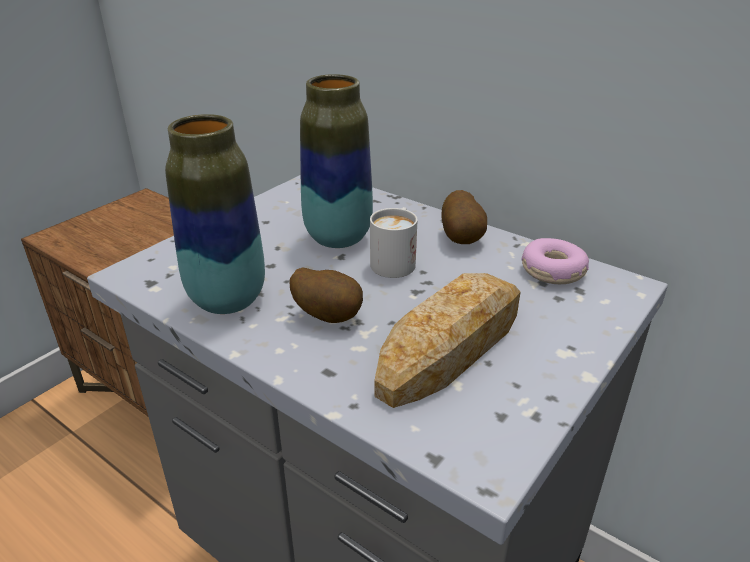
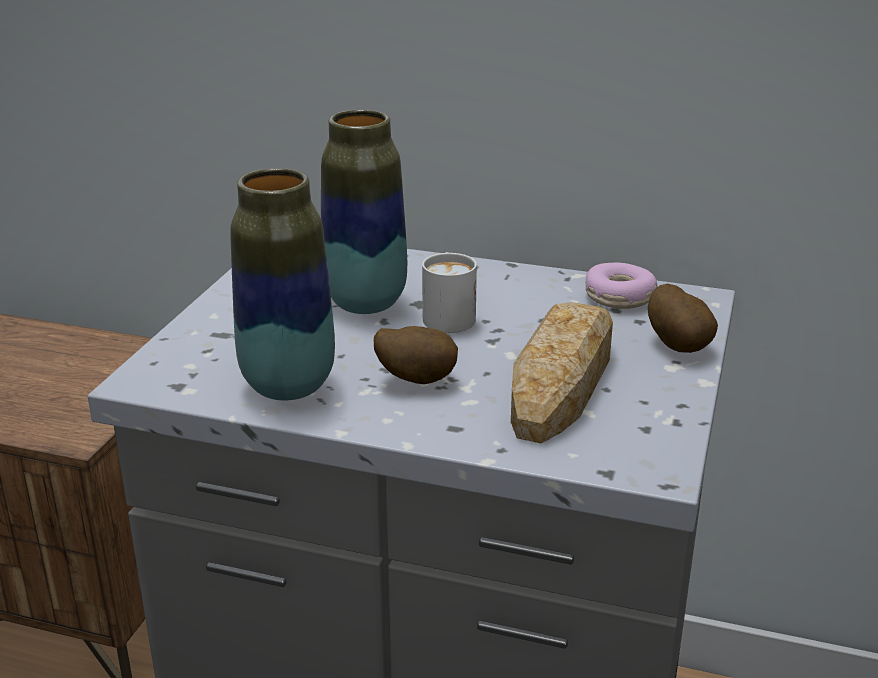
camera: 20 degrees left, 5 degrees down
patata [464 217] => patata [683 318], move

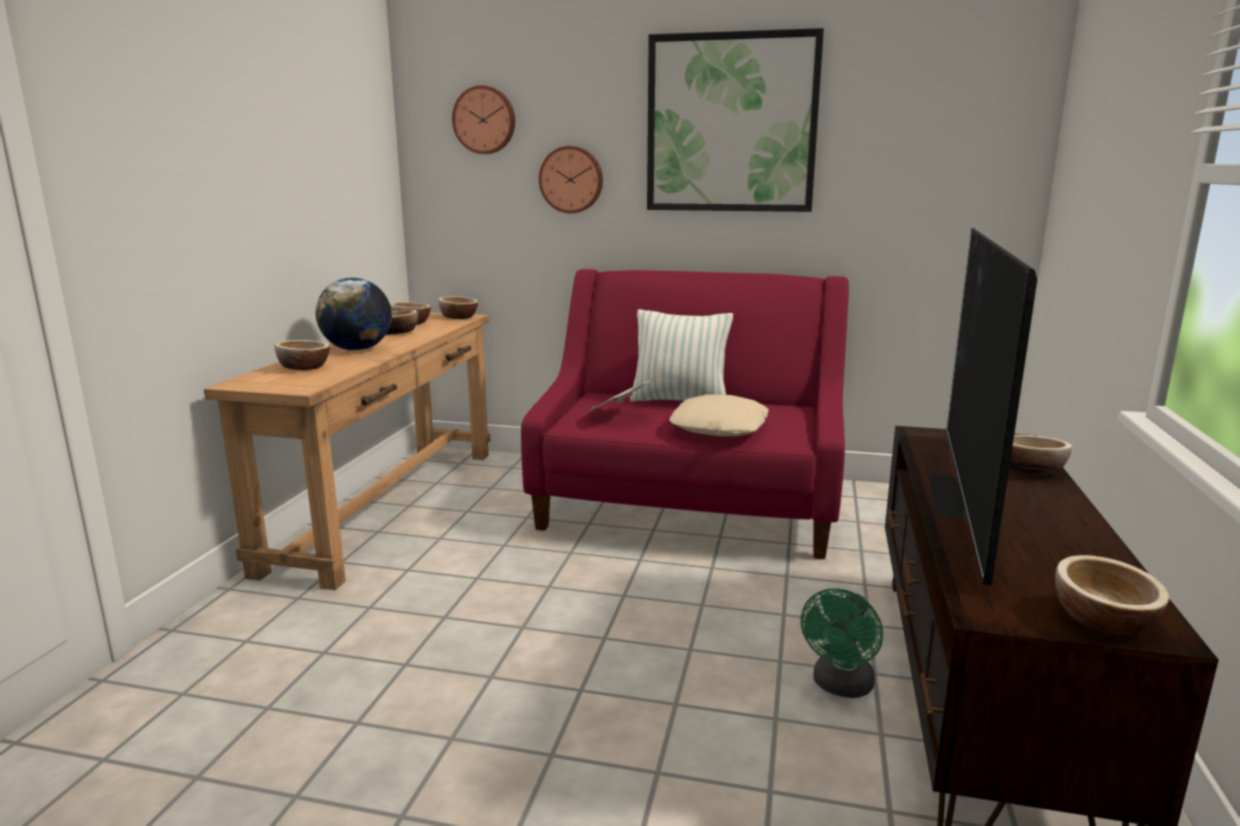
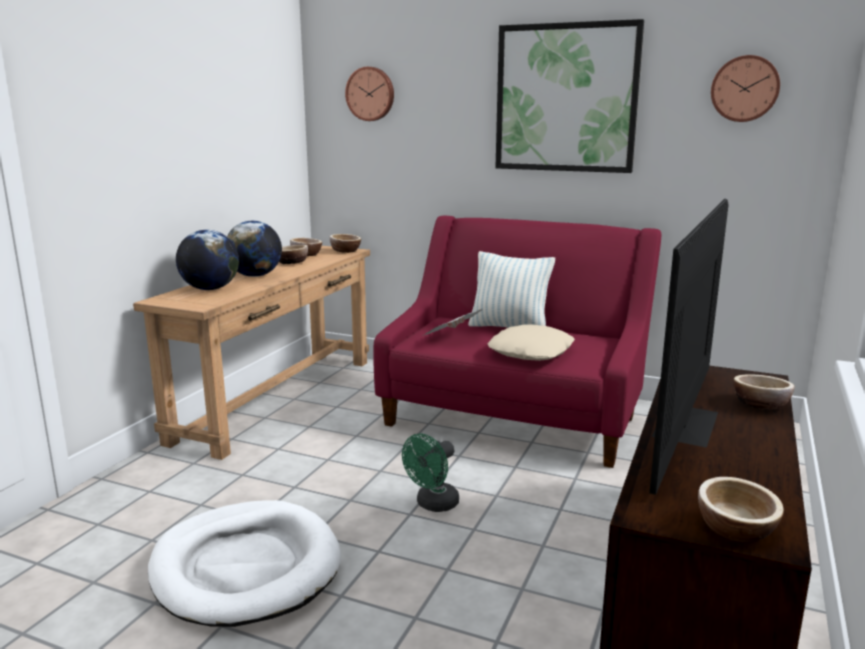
camera: 10 degrees right, 0 degrees up
nothing => cama para perro [blanco] [244 563]
cuenco [302 355] => globo terráqueo [207 260]
ventilador [verde] [842 643] => ventilador [verde] [430 473], move
reloj de pared [571 179] => reloj de pared [745 88], move

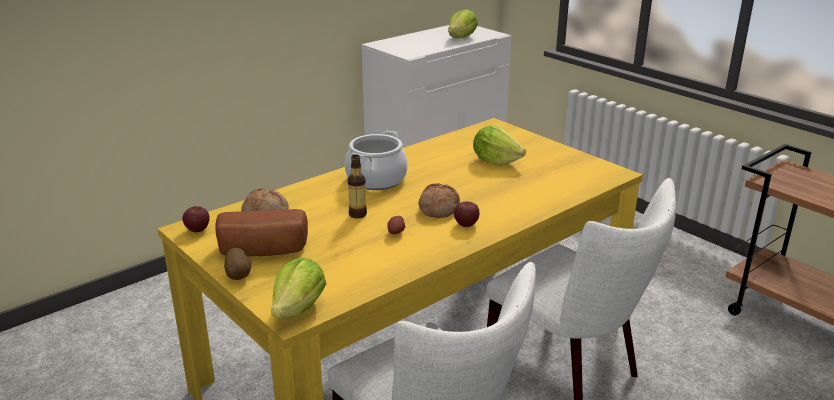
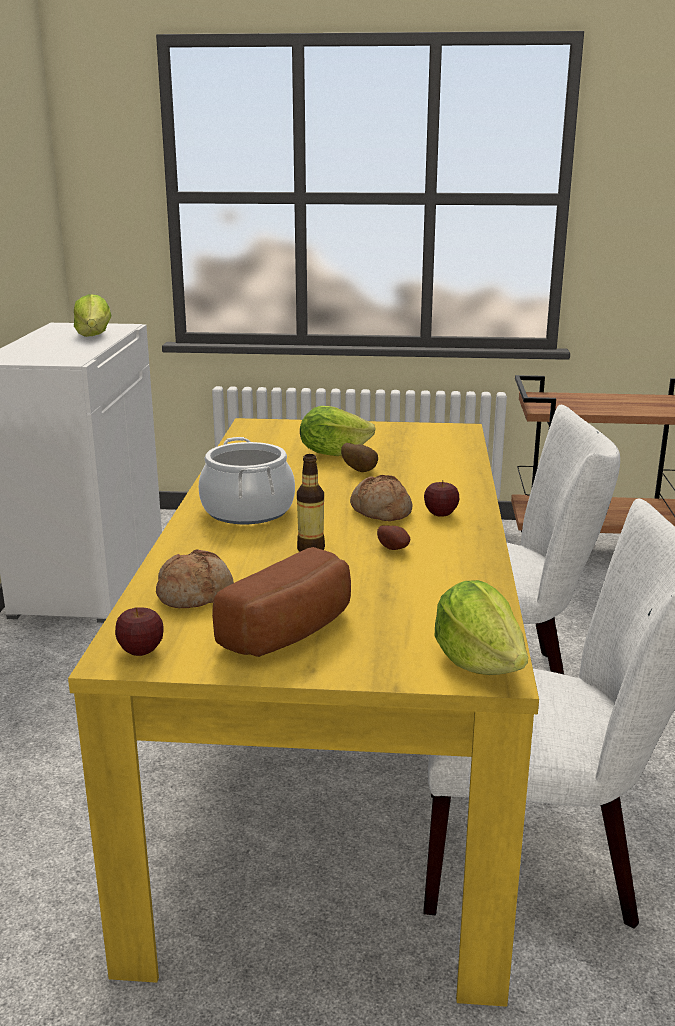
camera: 45 degrees left, 5 degrees down
patata [237 263] => patata [359 457], move

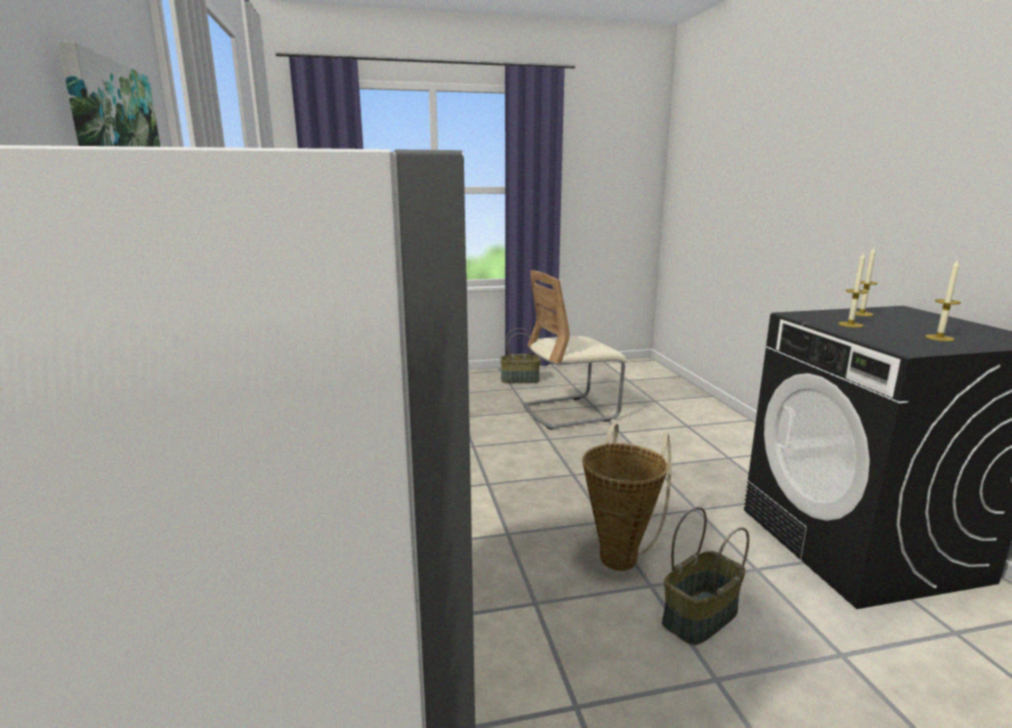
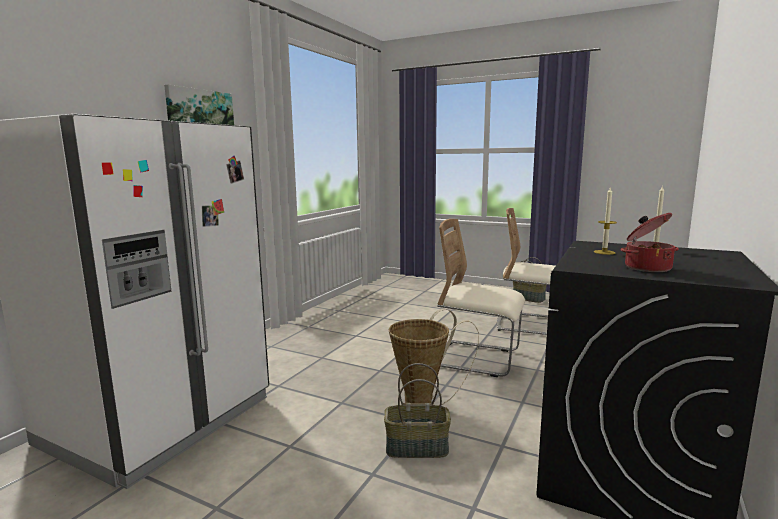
camera: 40 degrees right, 5 degrees down
nothing => silla [beis] [481 298]
vela [943 300] => olla [650 242]

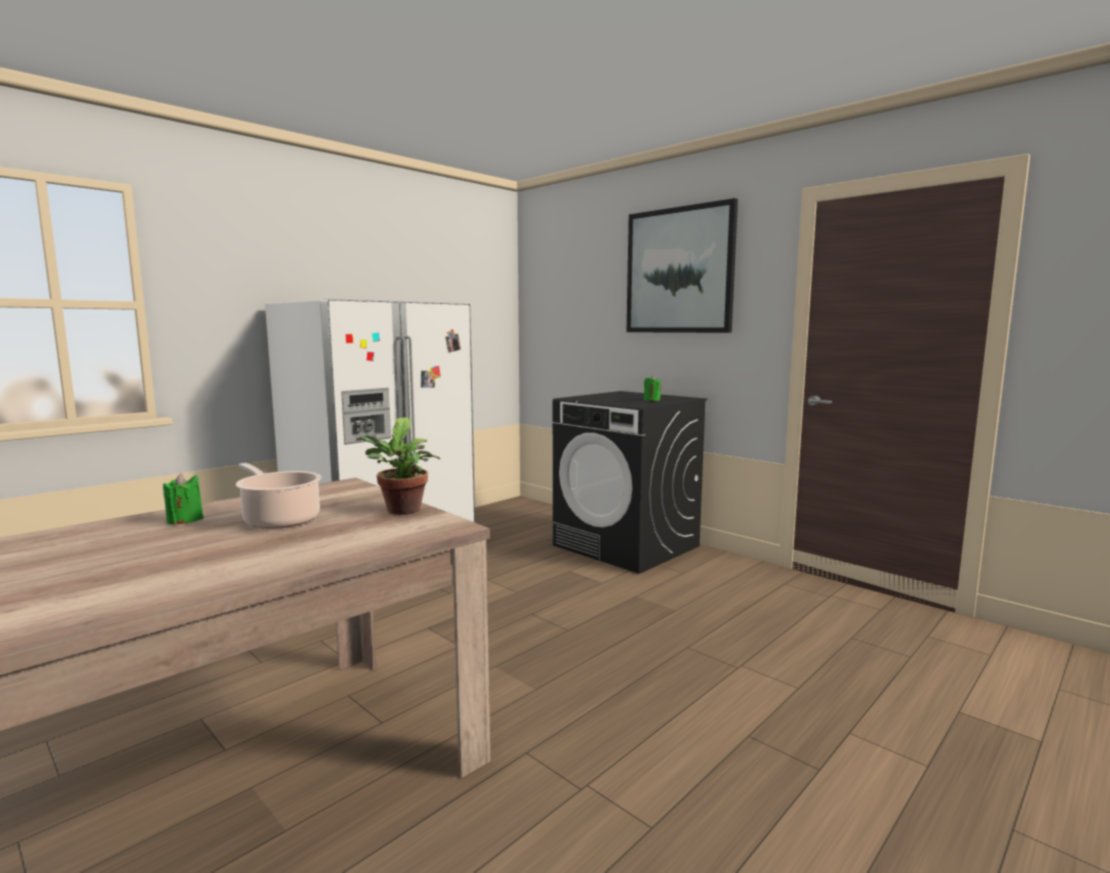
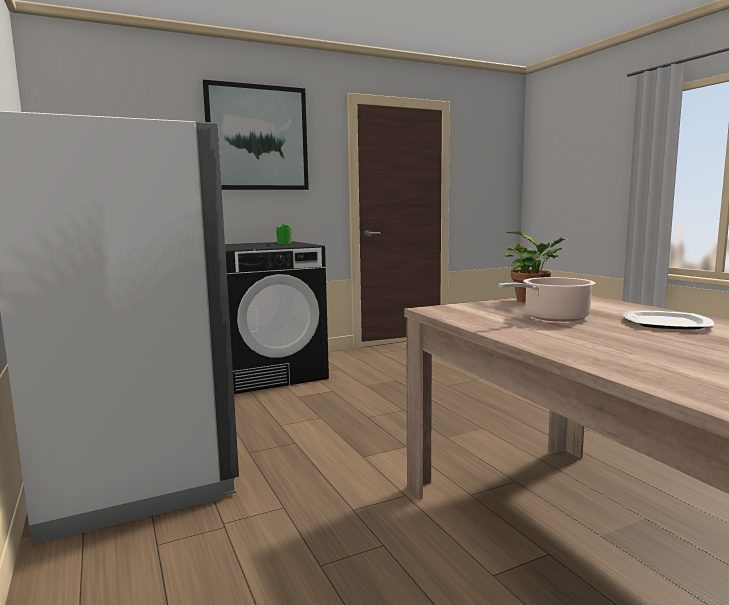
camera: 70 degrees left, 0 degrees up
nothing => plato [668 320]
vela [verde] [183 499] => nothing

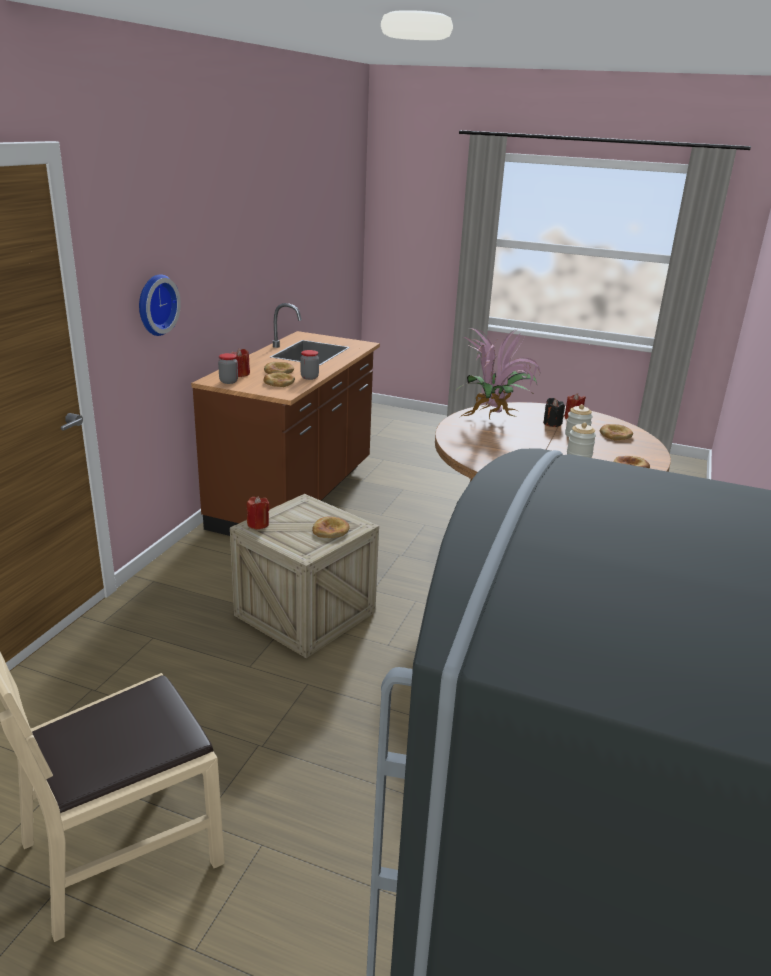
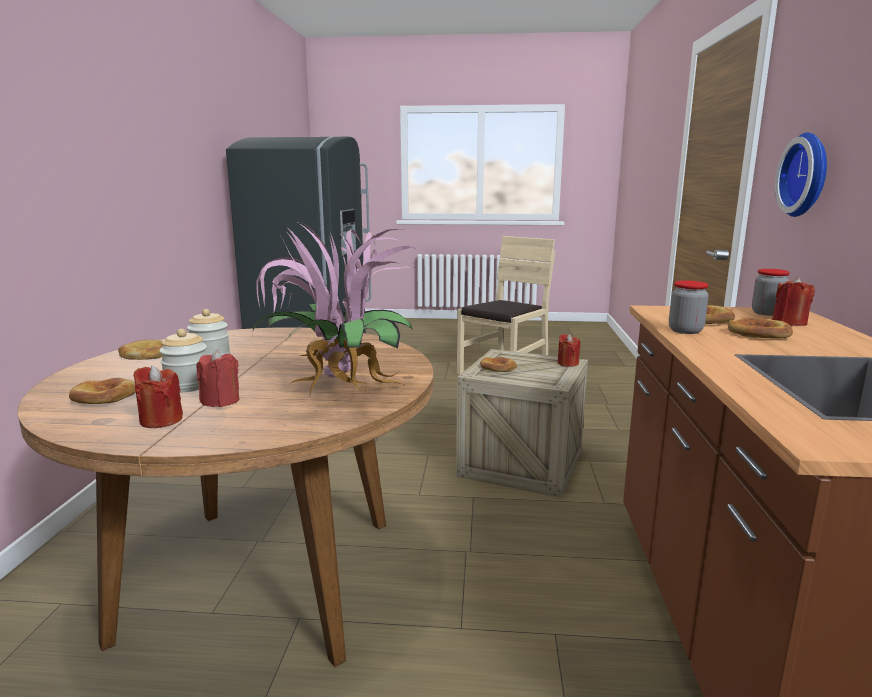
camera: 165 degrees right, 10 degrees down
vela [negro] [554 412] => vela [rojo] [217 378]

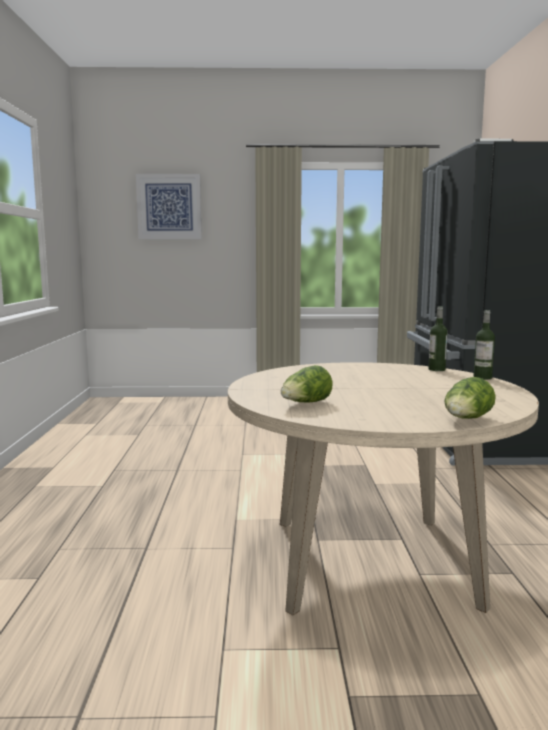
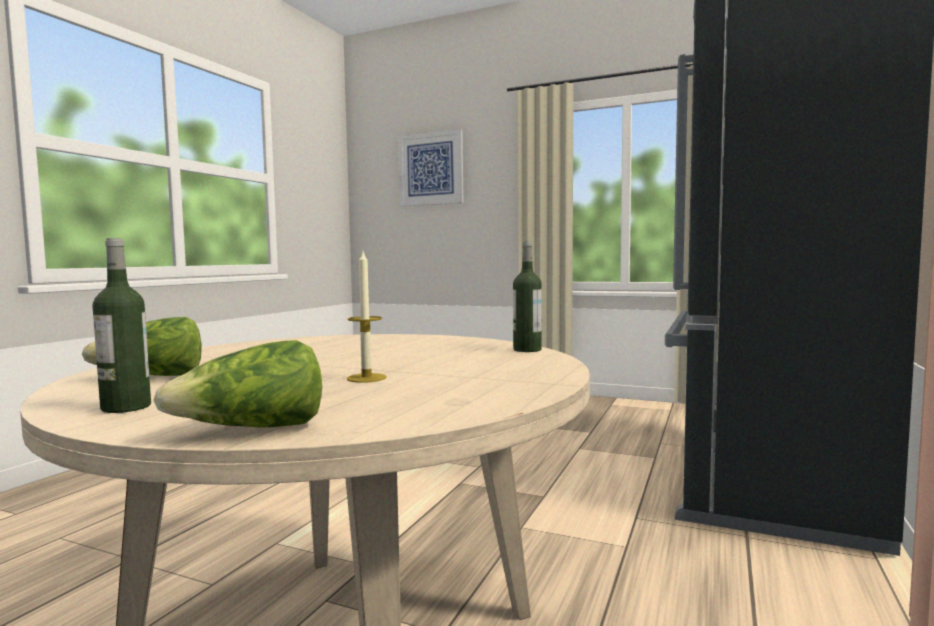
camera: 25 degrees right, 5 degrees down
botella [484 345] => botella [122 325], move
nothing => vela [367 317]

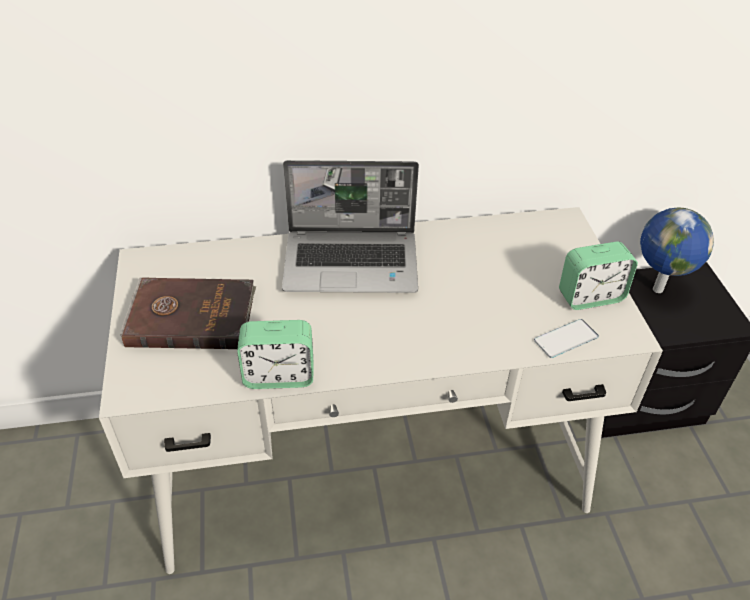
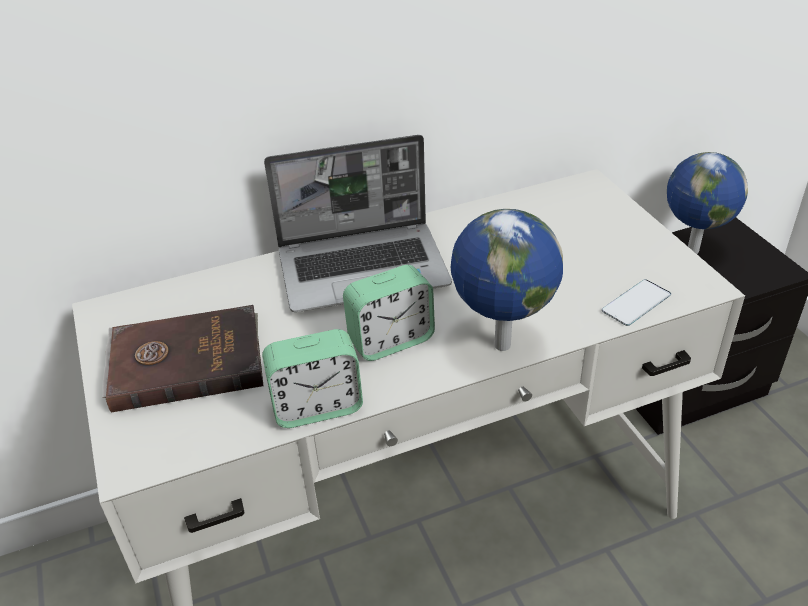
camera: 10 degrees left, 5 degrees down
despertador [598 275] => despertador [389 313], move
nothing => globo terráqueo [507 280]

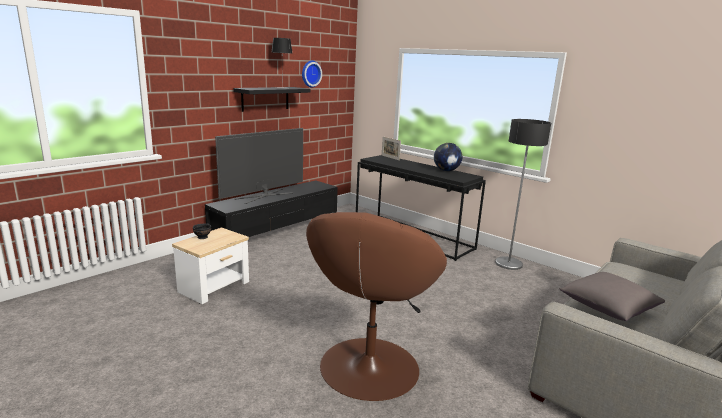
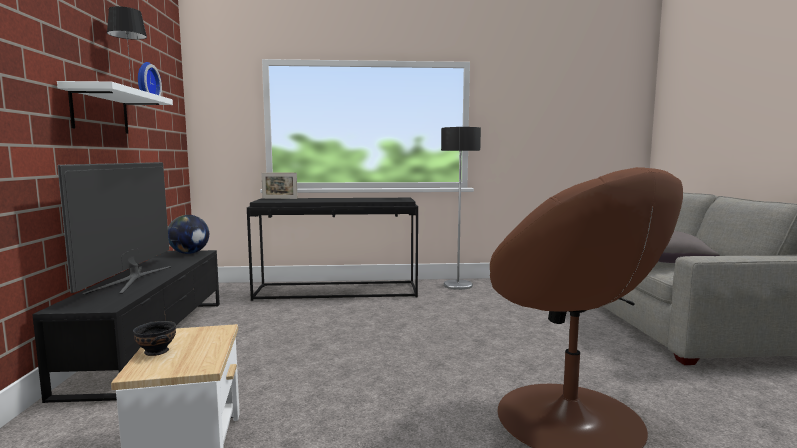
camera: 45 degrees left, 10 degrees down
estante [negro] [271 99] => estante [blanco] [115 107]
globo terráqueo [448 157] => globo terráqueo [188 234], move

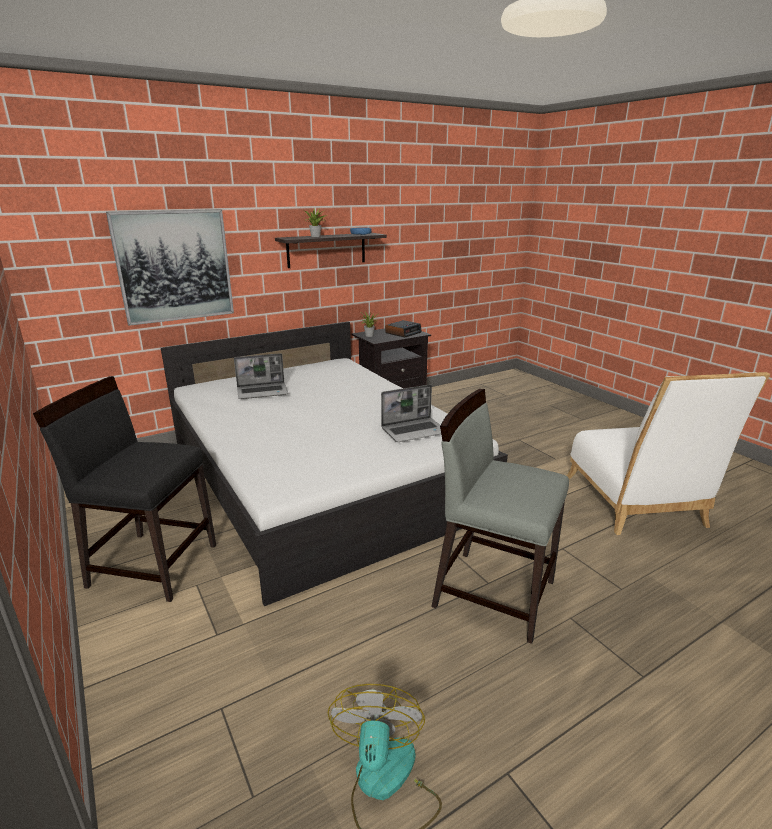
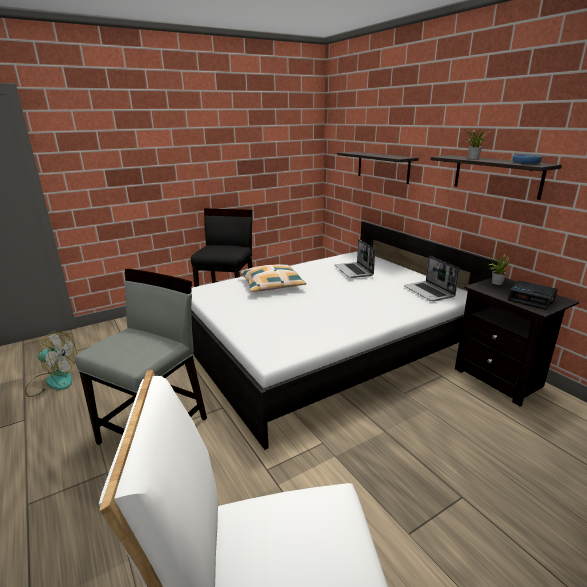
camera: 90 degrees right, 0 degrees up
nothing => cojín [273 278]
cuadro [170 267] => estante [378 167]
portátil [411 413] => portátil [432 278], move

